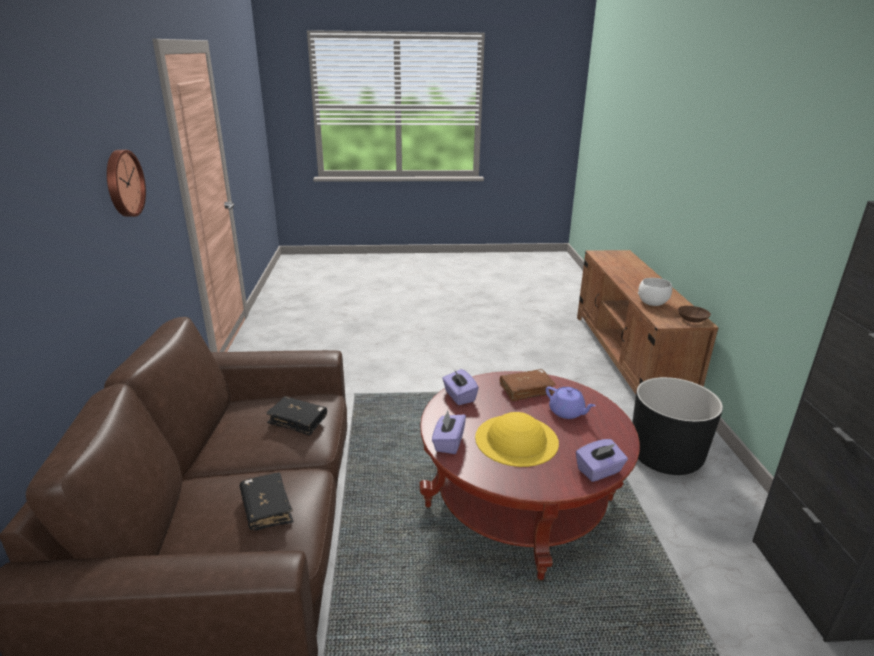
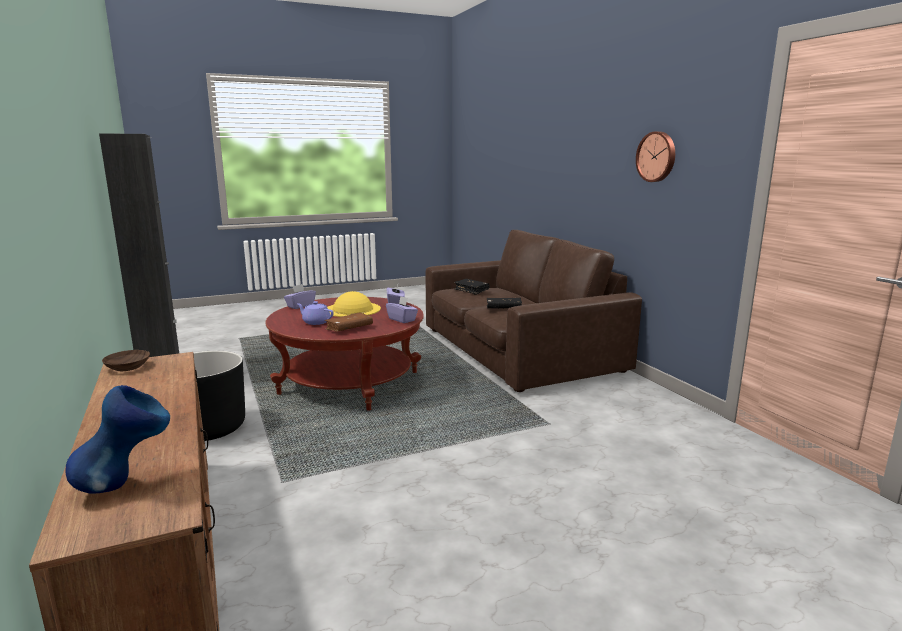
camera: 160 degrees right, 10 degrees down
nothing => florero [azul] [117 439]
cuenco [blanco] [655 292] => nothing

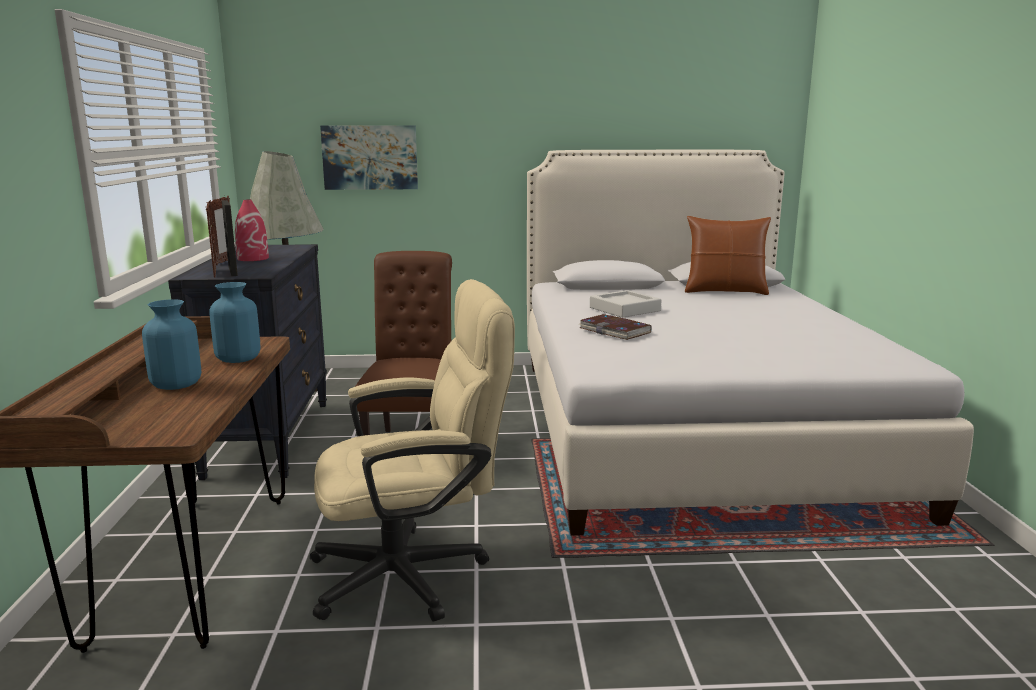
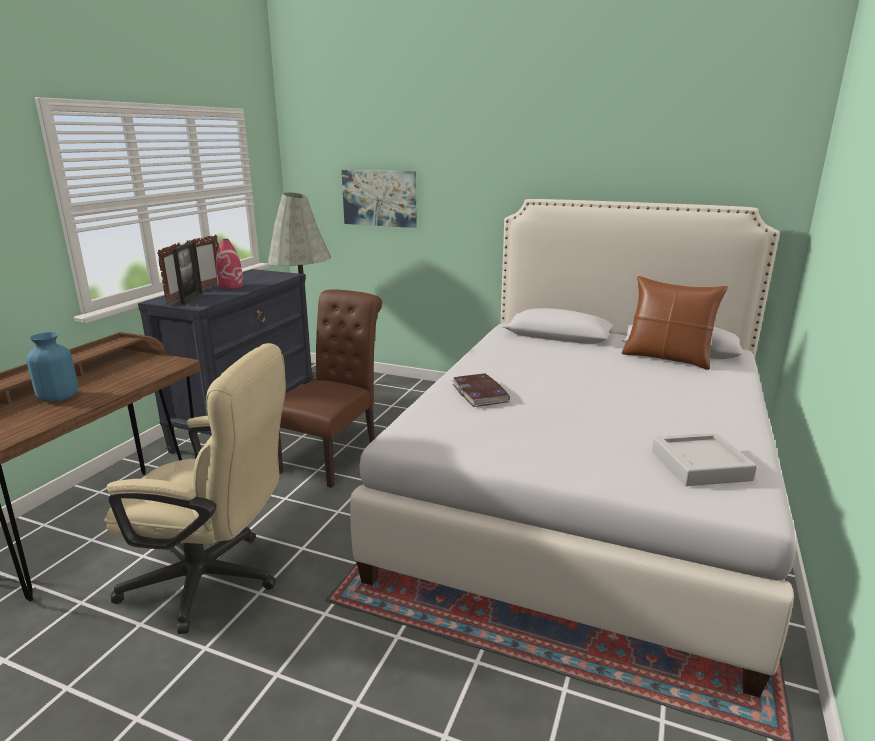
camera: 25 degrees right, 5 degrees up
bandeja [gris] [625 304] => bandeja [gris] [704 459], move
florero [azul] [235 322] => nothing

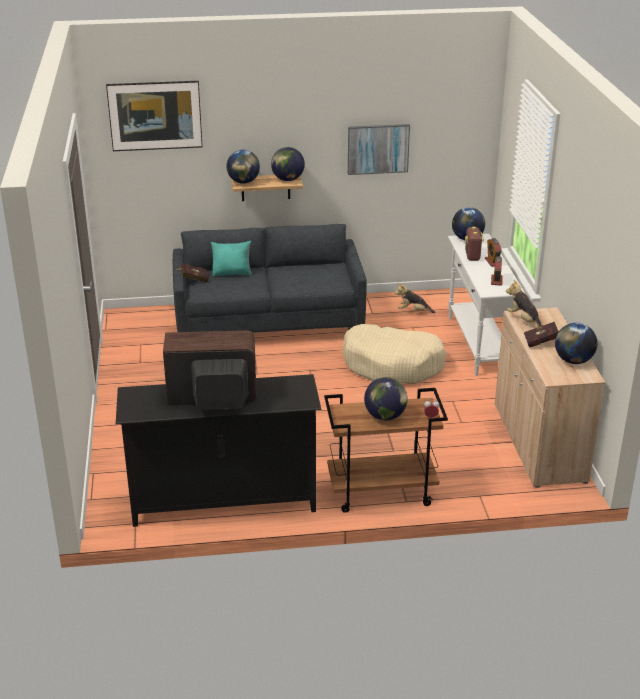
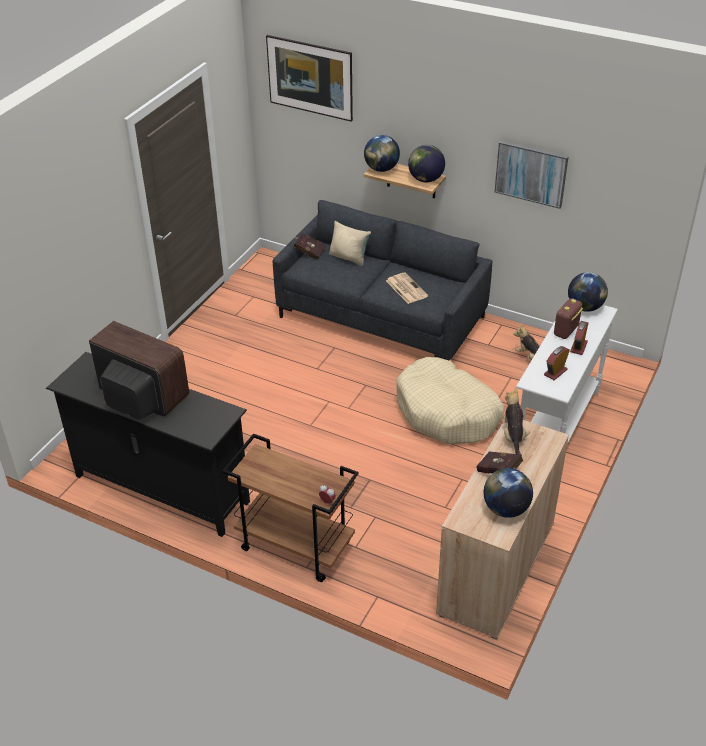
camera: 35 degrees right, 10 degrees up
cojín [turquesa] [231 258] => cojín [beis] [350 244]
nothing => periódico [407 288]
globo terráqueo [386 399] => nothing

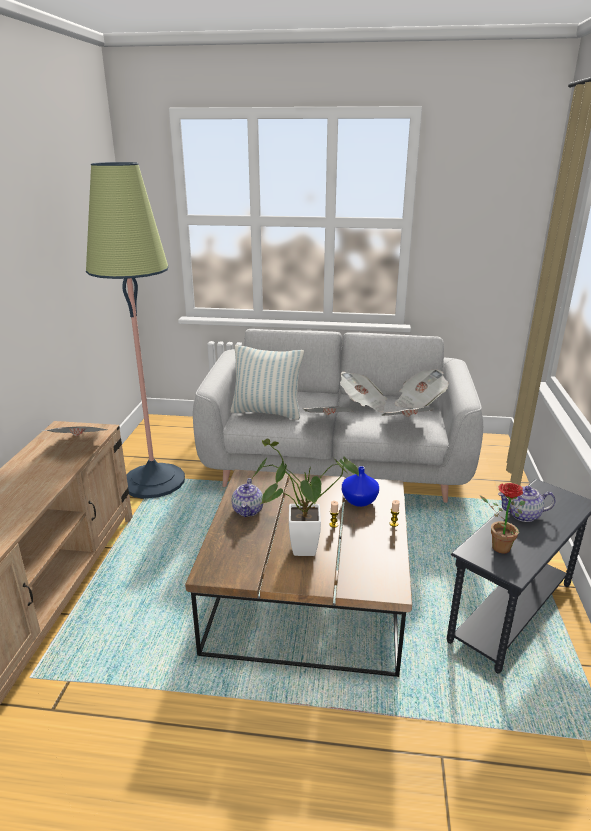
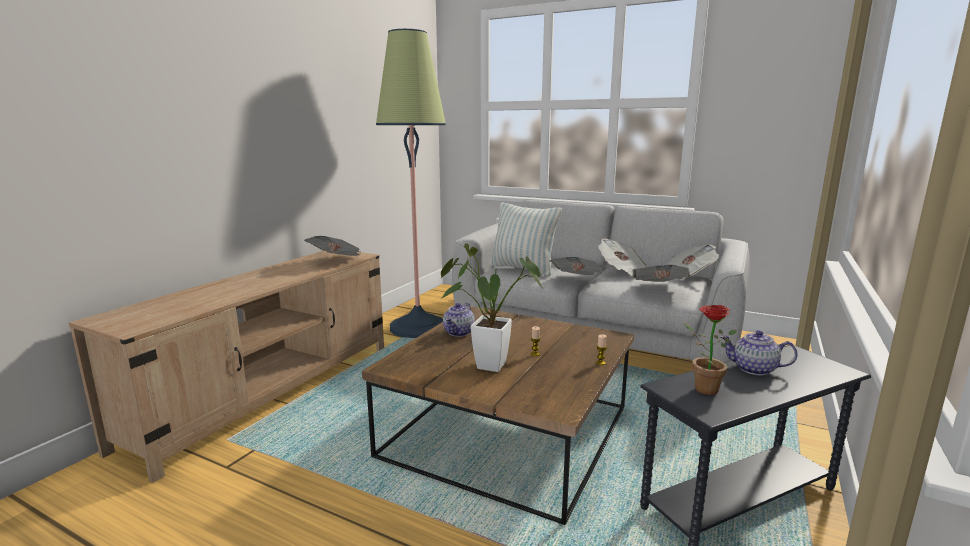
camera: 20 degrees right, 10 degrees down
florero [azul] [360 486] => nothing

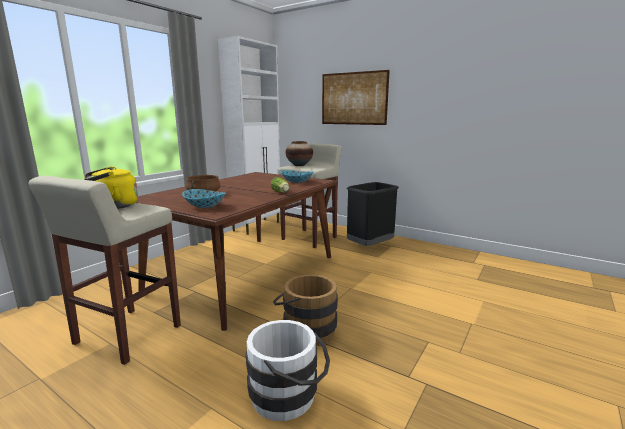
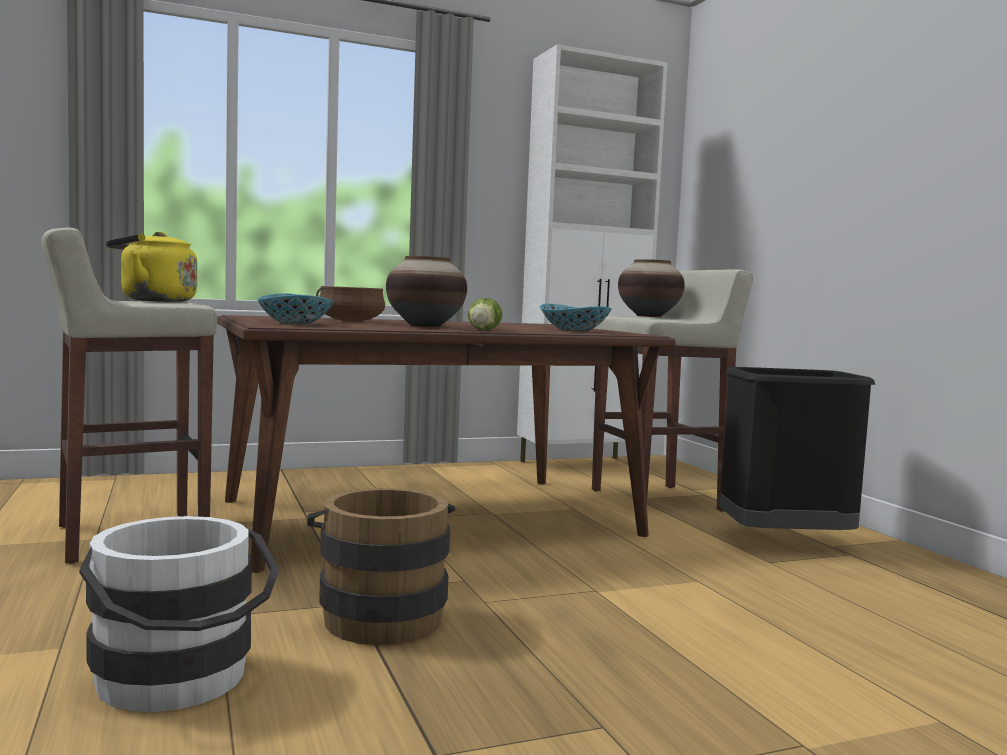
camera: 35 degrees right, 10 degrees down
nothing => florero [426 291]
cuadro [356 97] => nothing

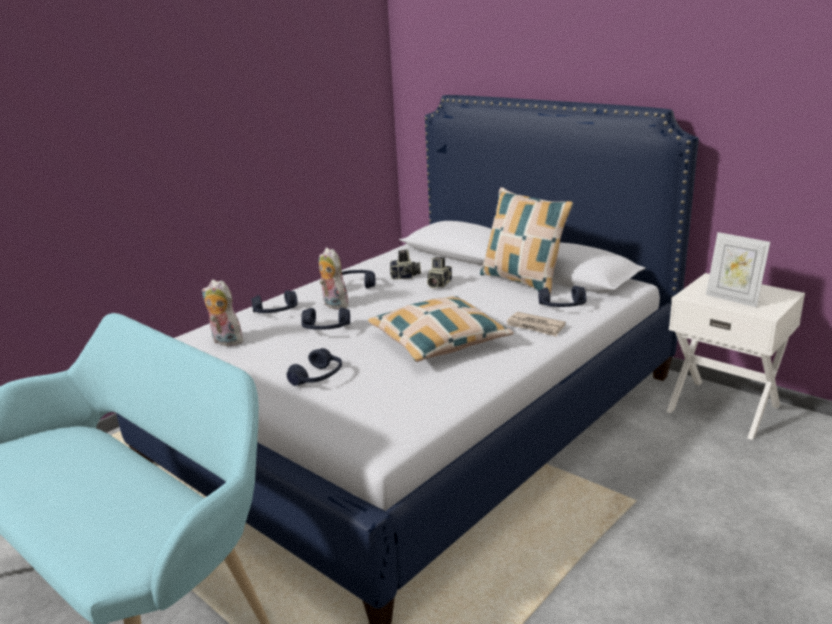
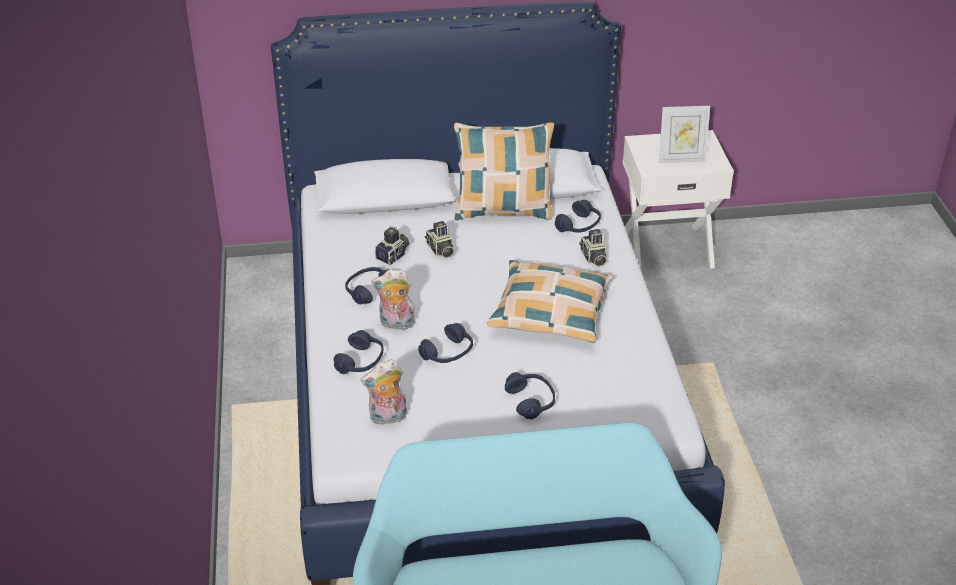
camera: 50 degrees left, 15 degrees up
periódico [536 324] => cámara [593 248]

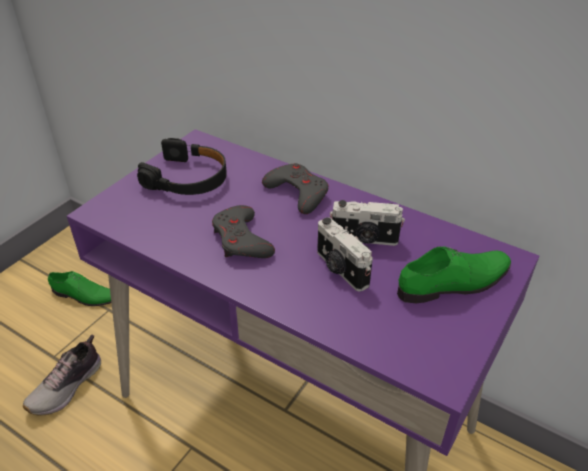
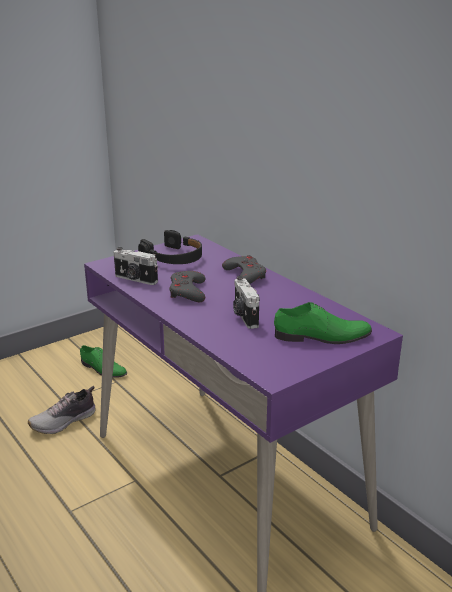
camera: 20 degrees right, 15 degrees down
cámara [367 223] => cámara [136 266], move

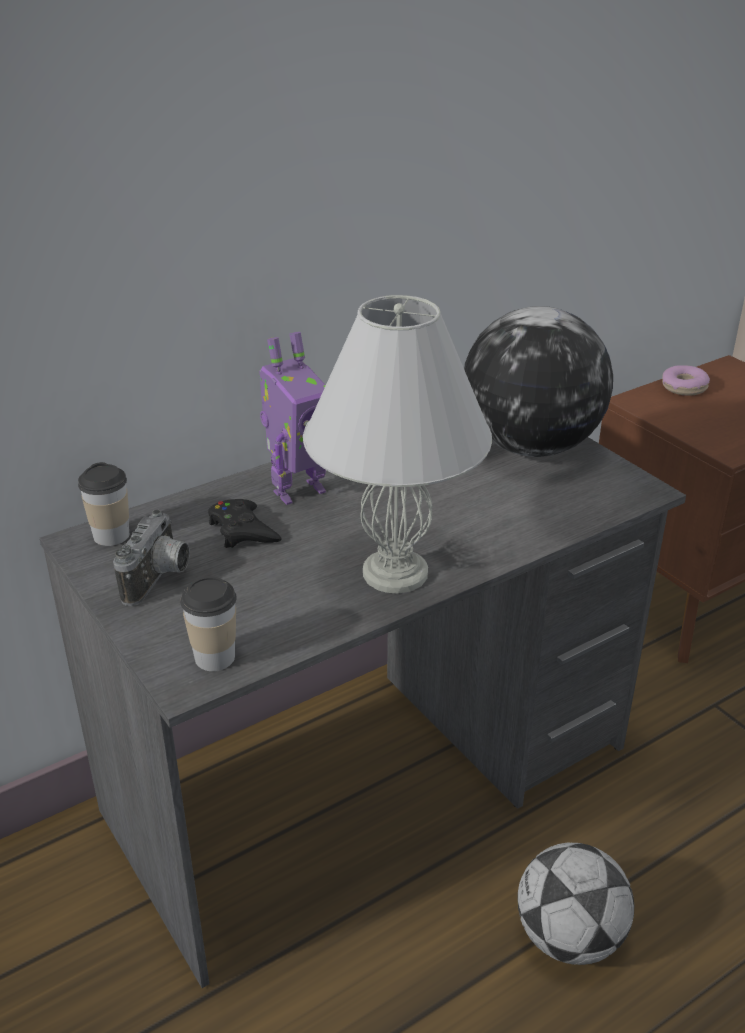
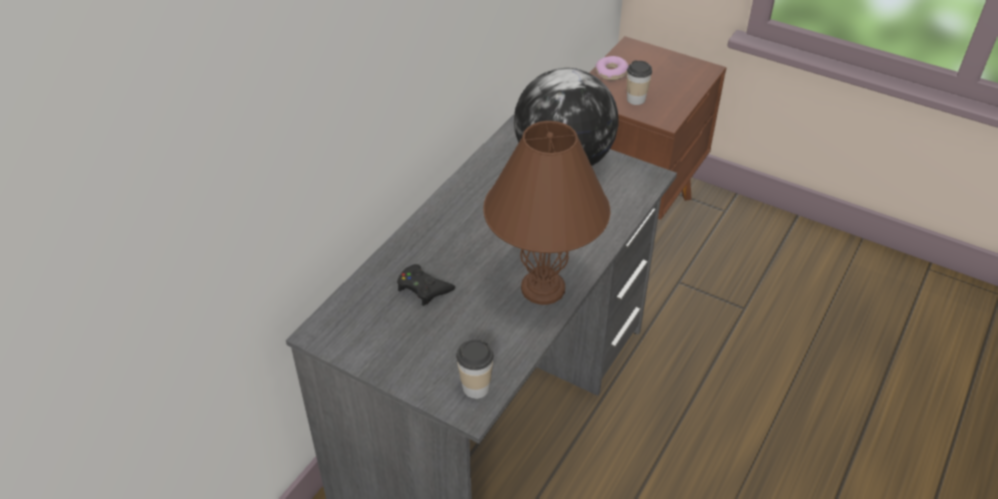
camera: 25 degrees left, 10 degrees up
lámpara de mesa [blanco] [397 444] => lámpara de mesa [marrón] [546 213]
taza [103 504] => taza [639 83], move
cámara [151 558] => nothing
robot de juguete [292 418] => nothing
balón de fútbol [575 903] => nothing

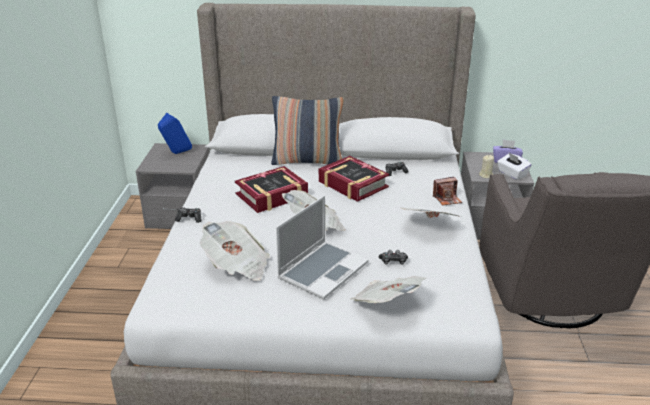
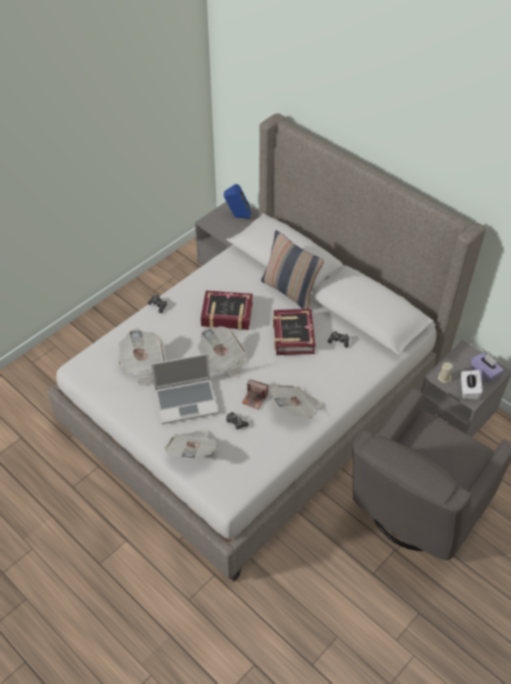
camera: 40 degrees right, 20 degrees up
cámara [447 191] => cámara [255 394], move

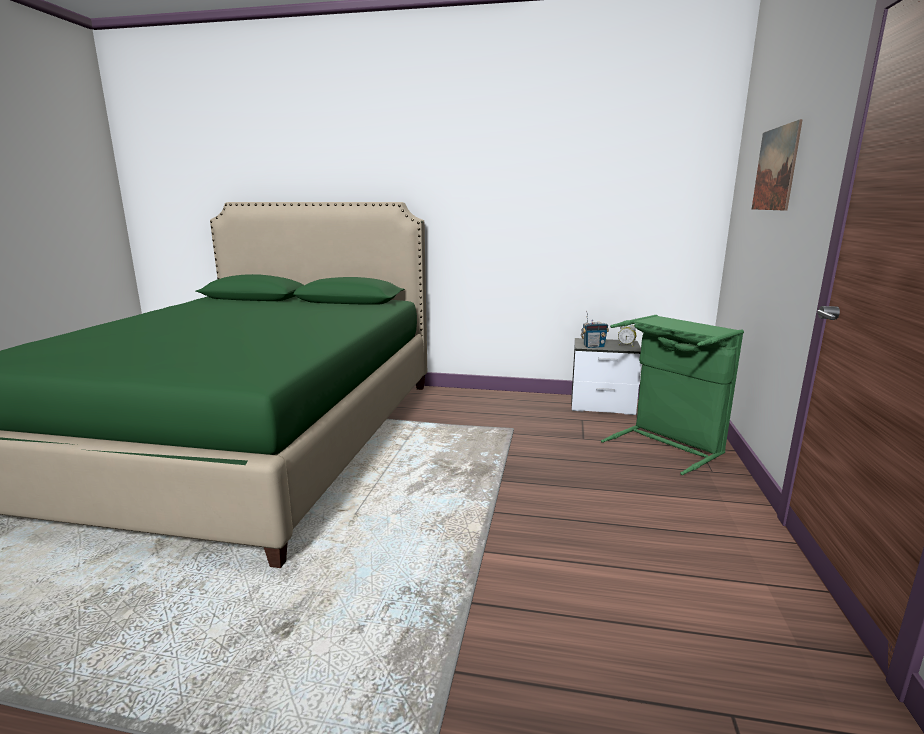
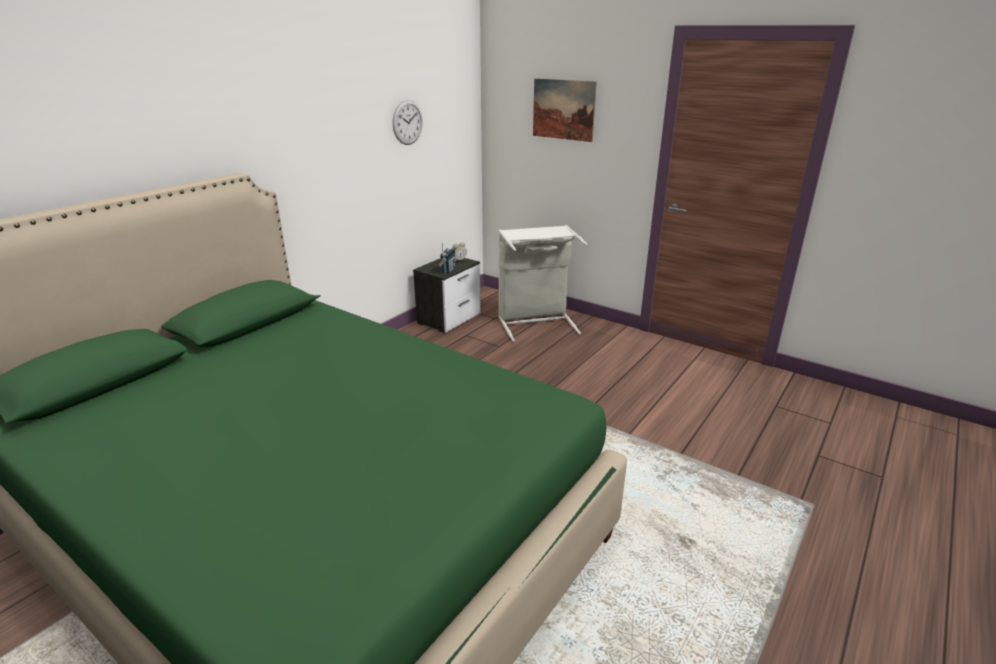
camera: 65 degrees left, 10 degrees up
nothing => reloj de pared [408 122]
cesto de la ropa [verde] [672 395] => cesto de la ropa [gris] [542 283]

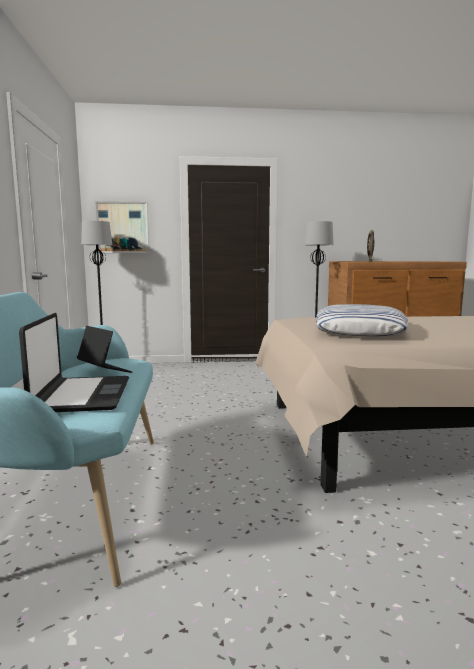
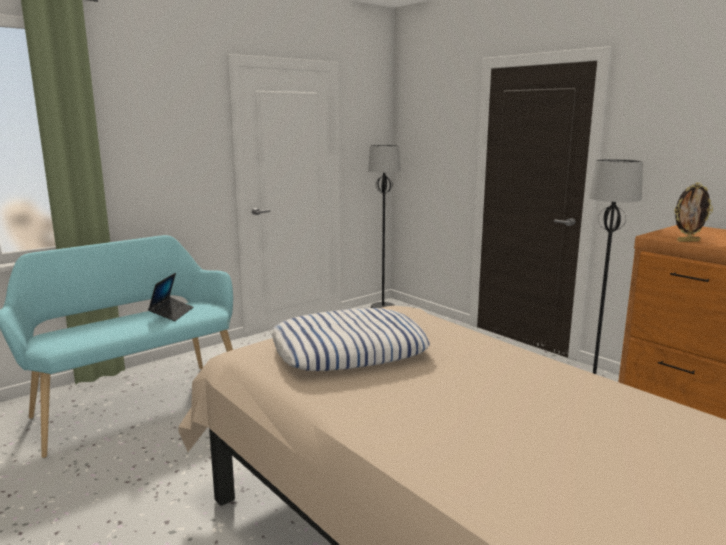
camera: 55 degrees right, 5 degrees up
portátil [74 362] => nothing
cuadro [122 227] => nothing

